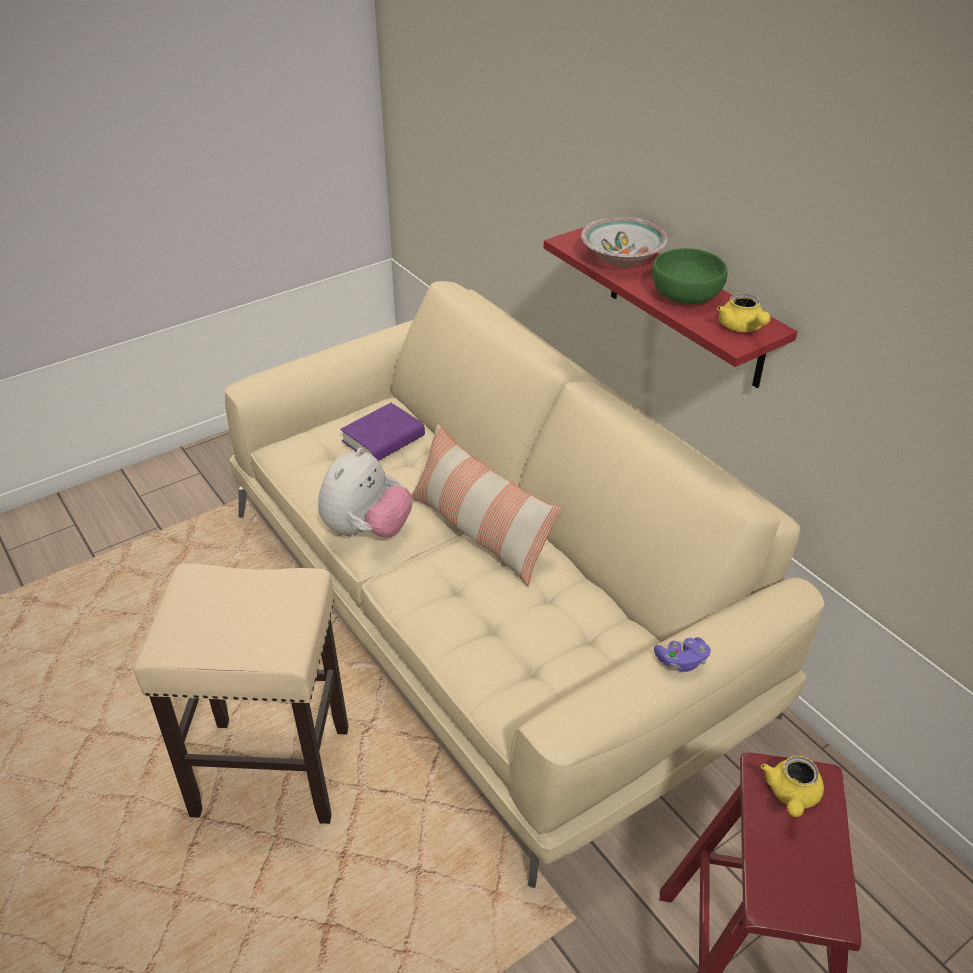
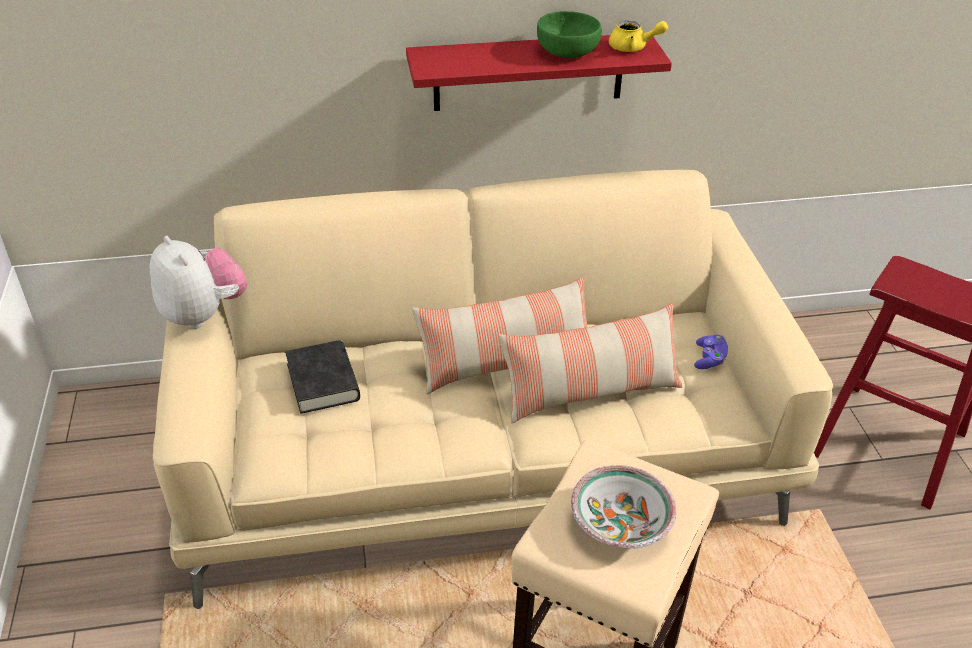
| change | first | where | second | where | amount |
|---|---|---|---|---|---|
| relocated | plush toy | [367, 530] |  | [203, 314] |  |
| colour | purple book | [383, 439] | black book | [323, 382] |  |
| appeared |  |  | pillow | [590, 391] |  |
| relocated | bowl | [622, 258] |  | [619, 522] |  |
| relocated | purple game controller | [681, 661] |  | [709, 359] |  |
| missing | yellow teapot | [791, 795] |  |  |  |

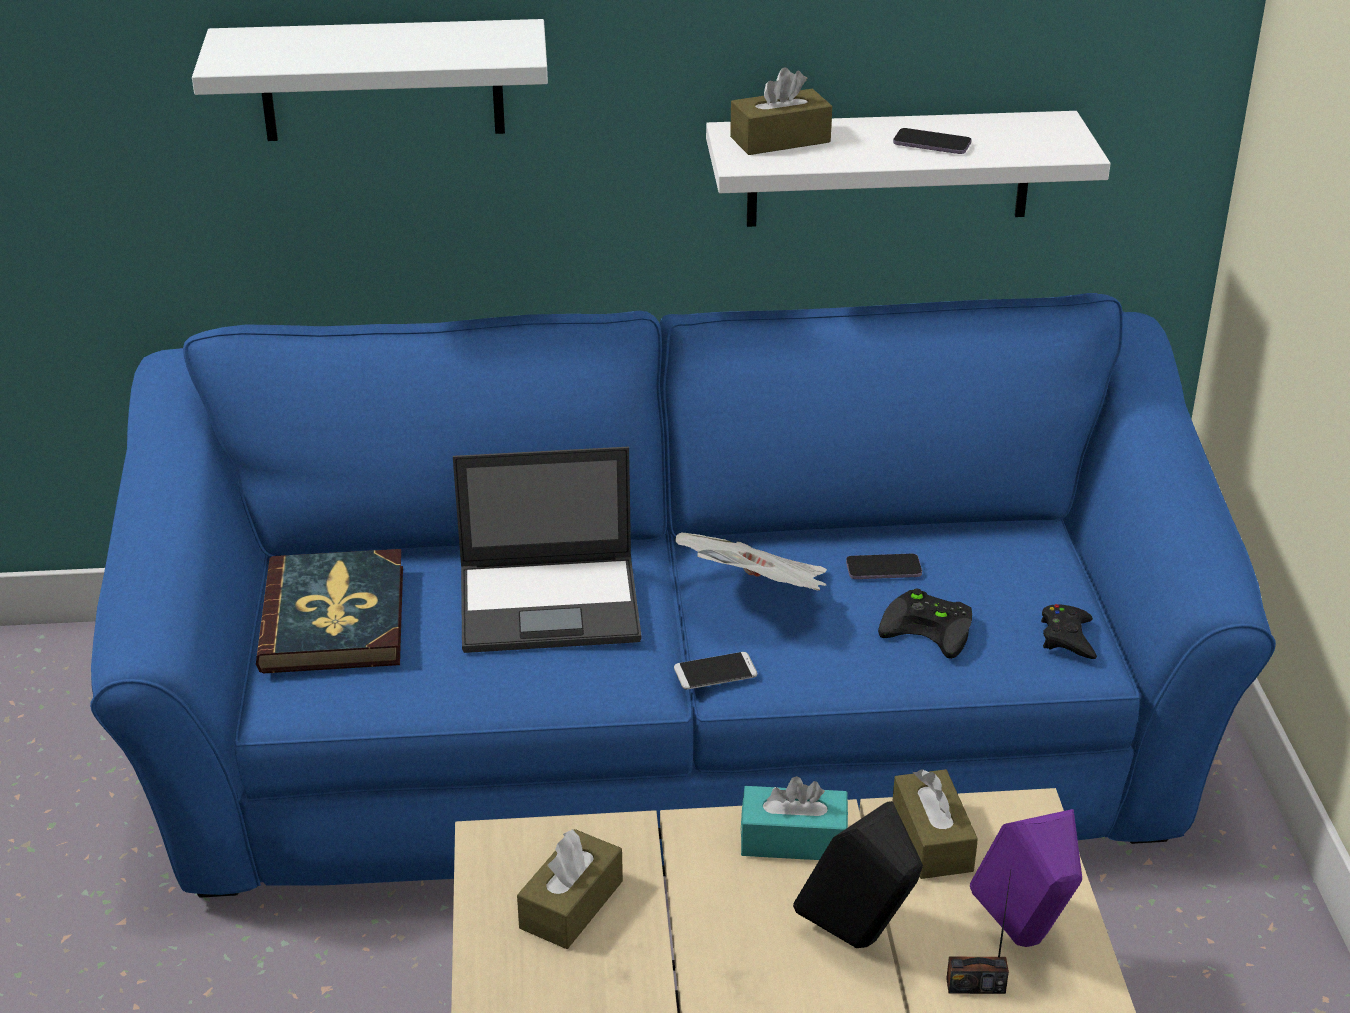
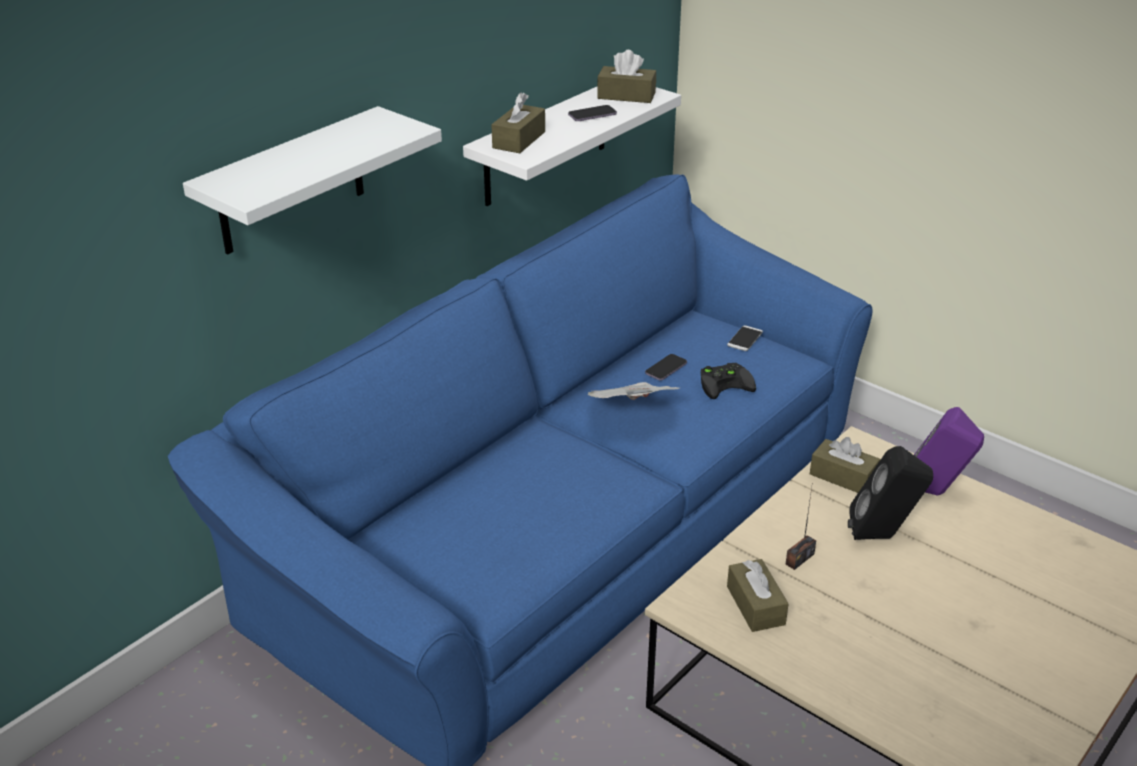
| change | first | where | second | where | amount |
|---|---|---|---|---|---|
| appeared |  |  | brown tissue box | [626, 95] |  |
| relocated | phone | [715, 672] |  | [745, 339] |  |
| relocated | radio | [975, 985] |  | [799, 559] |  |
| missing | book | [335, 618] |  |  |  |
| missing | laptop | [552, 604] |  |  |  |
| missing | turquoise tissue box | [793, 840] |  |  |  |
| missing | black game controller | [1067, 637] |  |  |  |

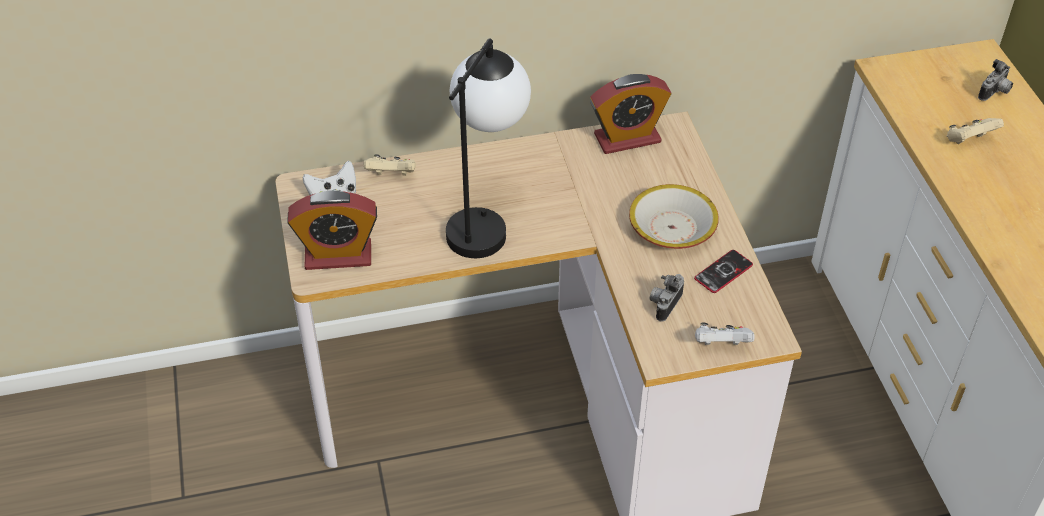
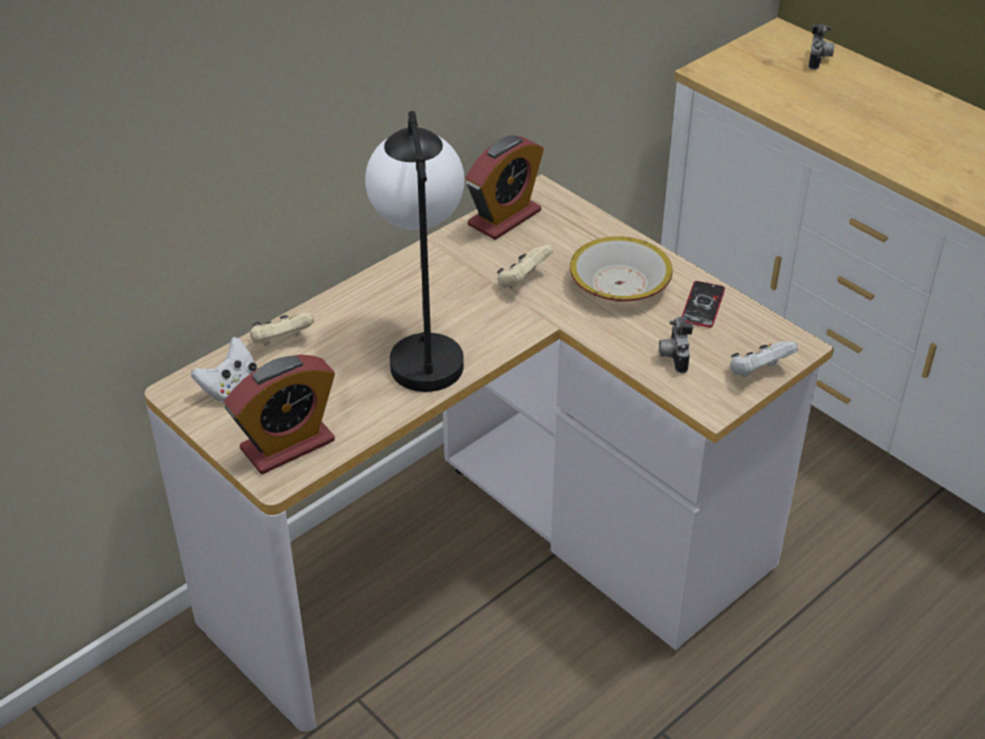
| change | first | where | second | where | amount |
|---|---|---|---|---|---|
| relocated | beige game controller | [969, 141] |  | [522, 281] |  |

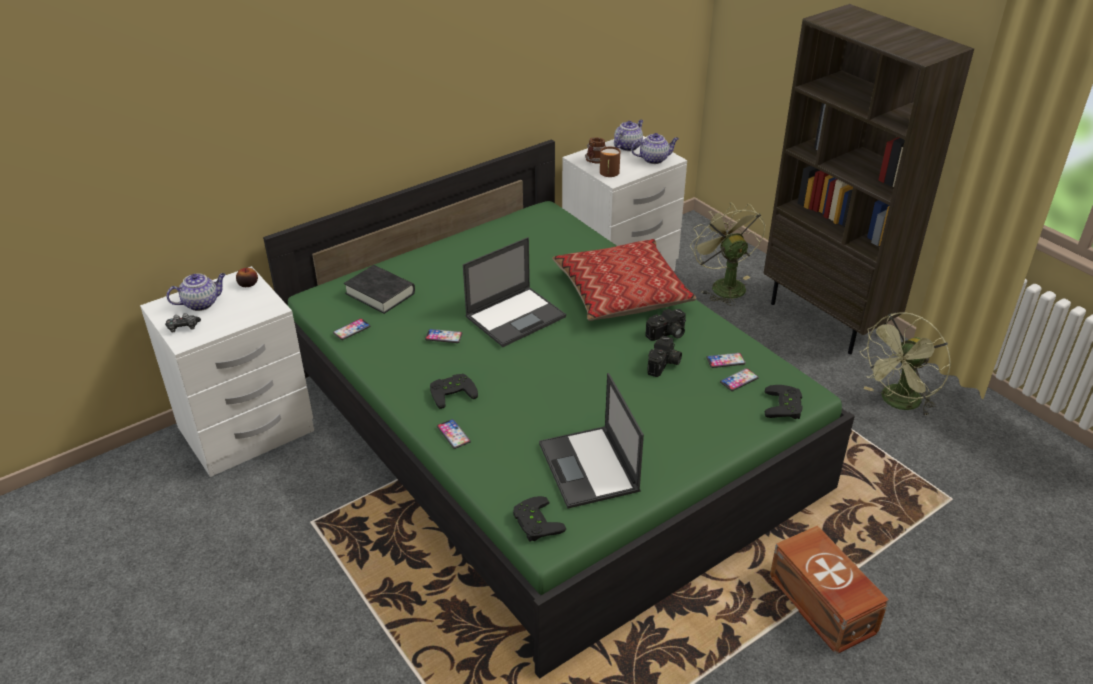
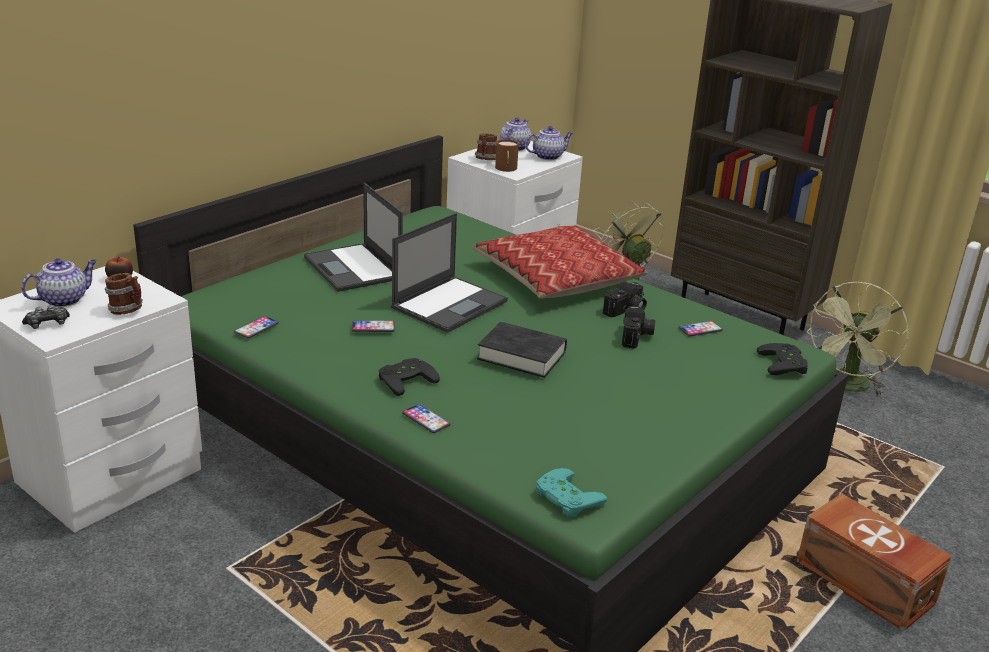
| change | first | where | second | where | amount |
|---|---|---|---|---|---|
| appeared |  |  | mug | [127, 311] |  |
| relocated | laptop | [589, 468] |  | [353, 268] |  |
| relocated | black book | [380, 293] |  | [521, 355] |  |
| colour | black game controller | [534, 523] | turquoise game controller | [565, 498] |  |
| missing | phone | [739, 380] |  |  |  |

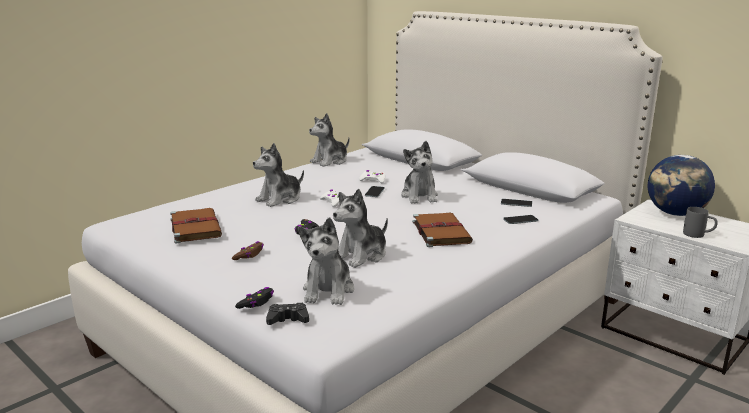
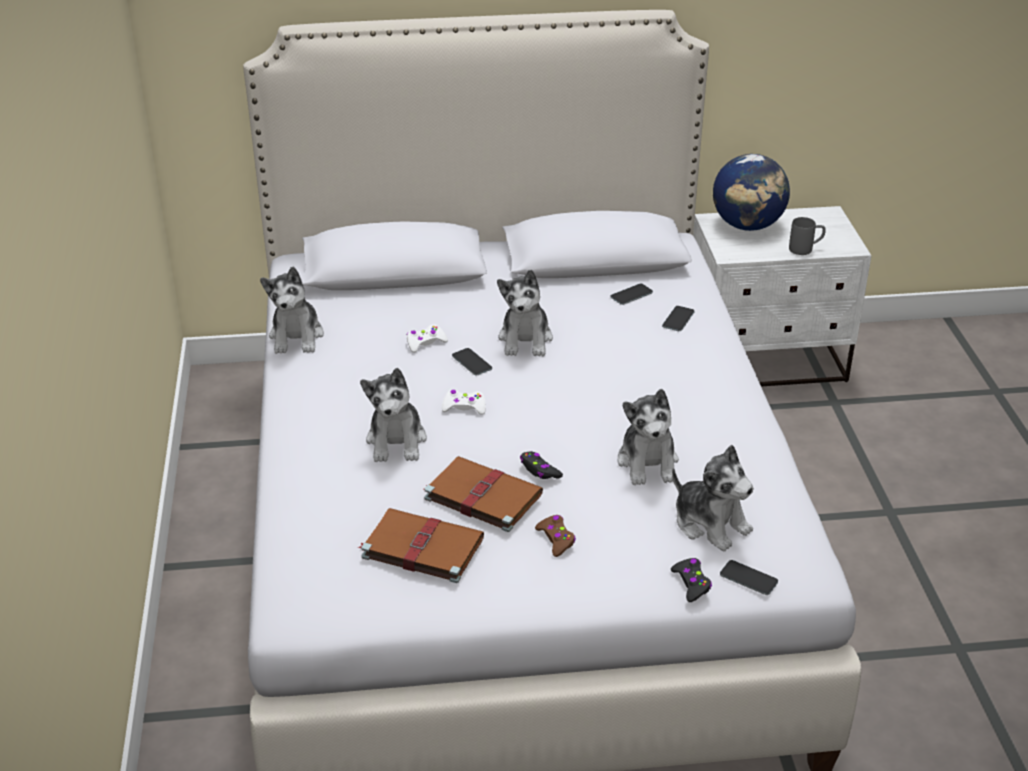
| change | first | where | second | where | amount |
|---|---|---|---|---|---|
| relocated | brown book | [440, 231] |  | [481, 496] |  |
| spun | plush toy | [420, 196] |  | [525, 339] | 60 degrees clockwise |
| exchanged | black game controller | [288, 319] | phone | [748, 578] |  |

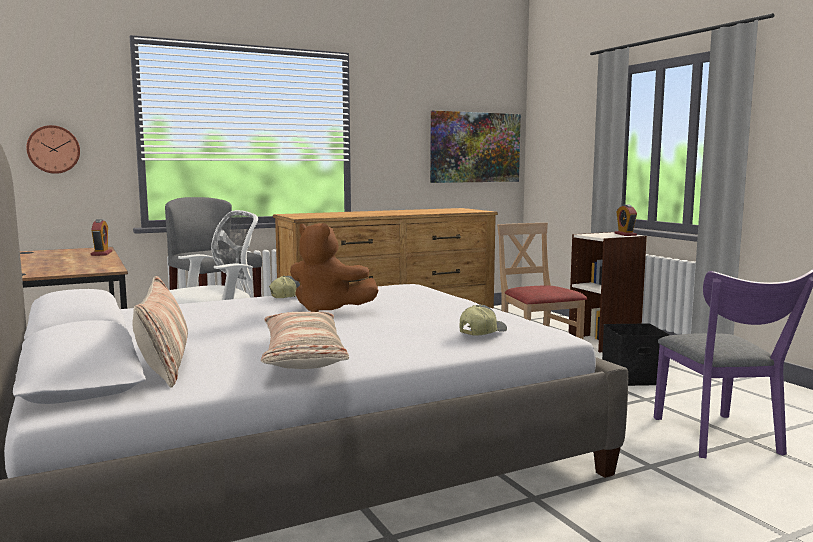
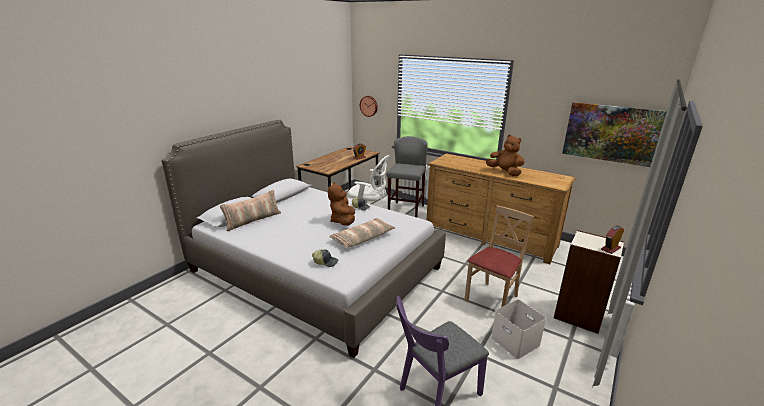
| change | first | where | second | where | amount |
|---|---|---|---|---|---|
| relocated | pillow | [302, 355] |  | [362, 238] |  |
| appeared |  |  | brown plush toy | [505, 172] |  |
| colour | black storage box | [633, 377] | white storage box | [516, 342] |  |

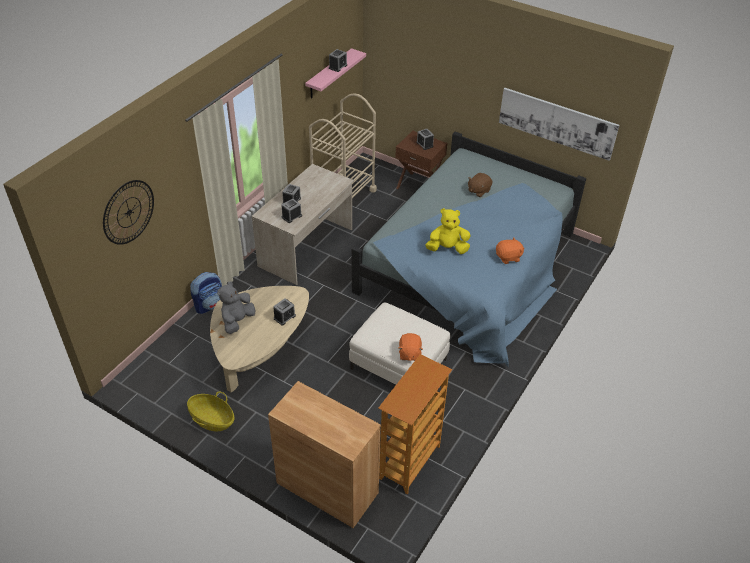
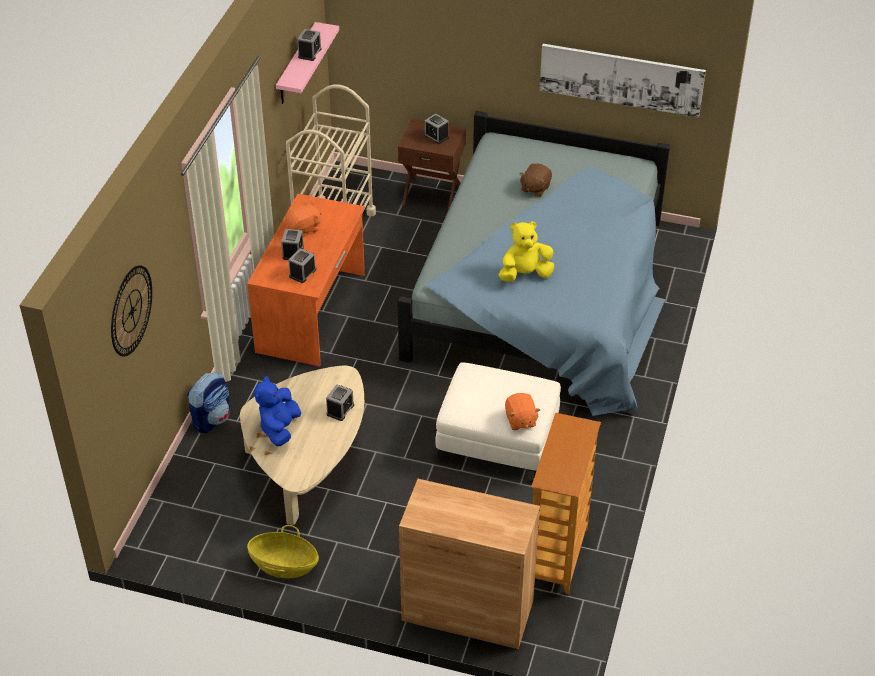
| change | first | where | second | where | amount |
|---|---|---|---|---|---|
| colour | beige desk | [306, 248] | orange desk | [312, 313] |  |
| colour | grey plush toy | [237, 321] | blue plush toy | [279, 428] |  |
| relocated | orange plush toy | [508, 257] |  | [304, 229] |  |

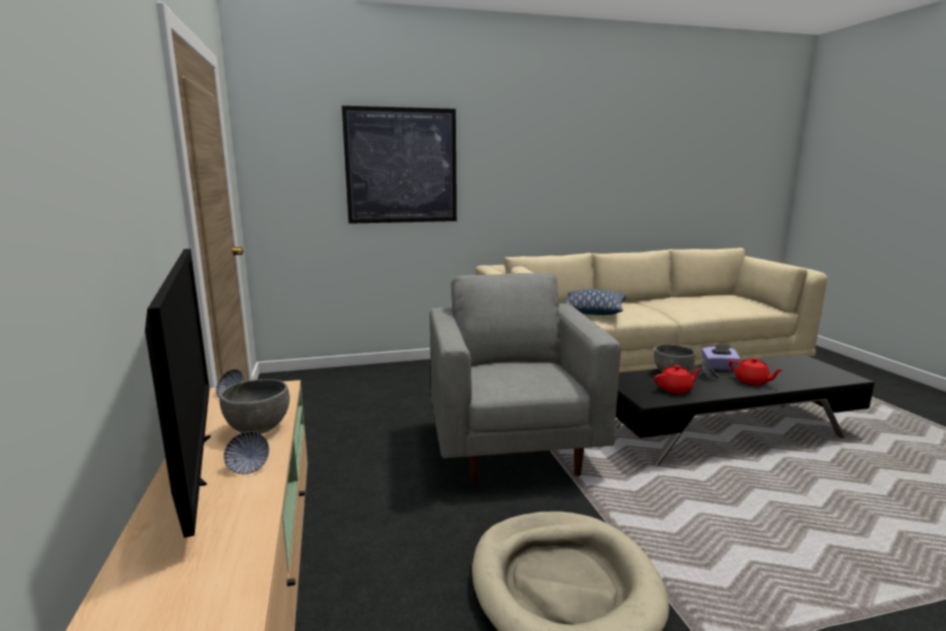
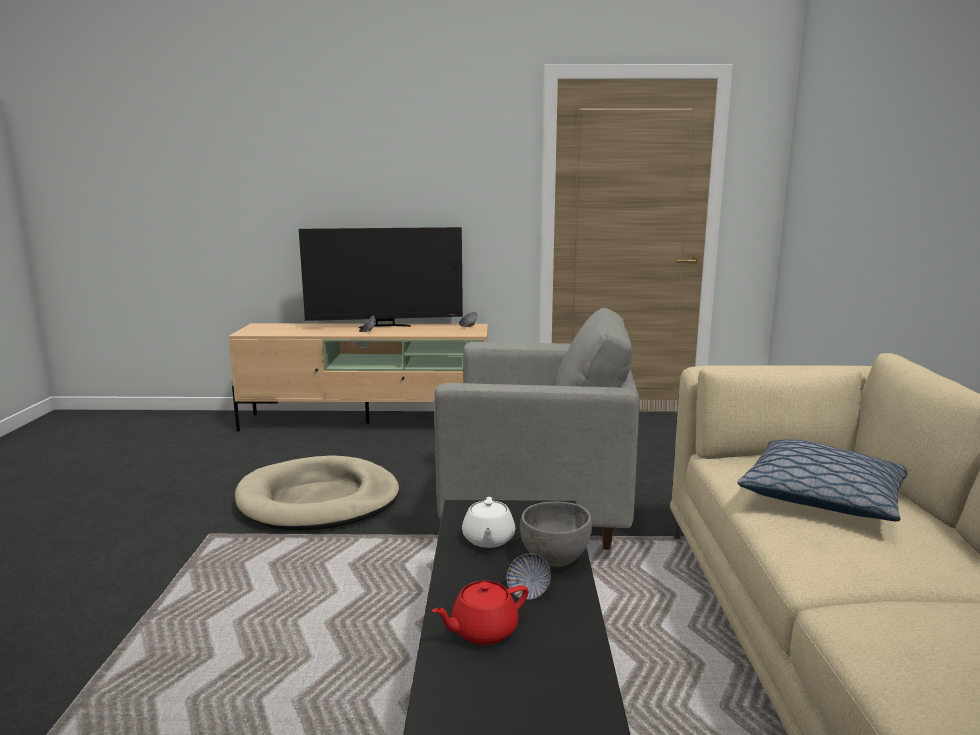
| change | first | where | second | where | amount |
|---|---|---|---|---|---|
| colour | red teapot | [675, 389] | white teapot | [488, 539] |  |
| missing | grey bowl | [258, 429] |  |  |  |
| missing | picture | [401, 166] |  |  |  |
| missing | purple tissue box | [719, 367] |  |  |  |

